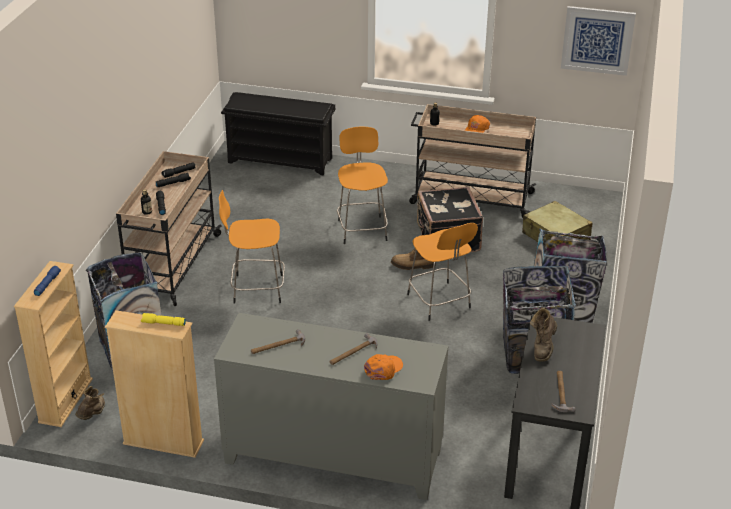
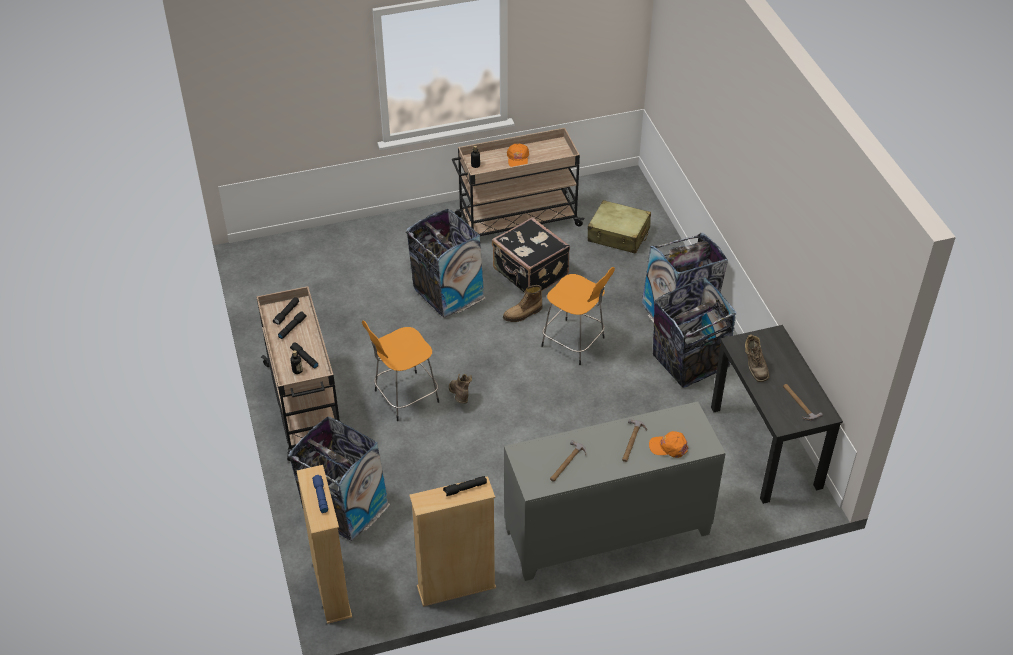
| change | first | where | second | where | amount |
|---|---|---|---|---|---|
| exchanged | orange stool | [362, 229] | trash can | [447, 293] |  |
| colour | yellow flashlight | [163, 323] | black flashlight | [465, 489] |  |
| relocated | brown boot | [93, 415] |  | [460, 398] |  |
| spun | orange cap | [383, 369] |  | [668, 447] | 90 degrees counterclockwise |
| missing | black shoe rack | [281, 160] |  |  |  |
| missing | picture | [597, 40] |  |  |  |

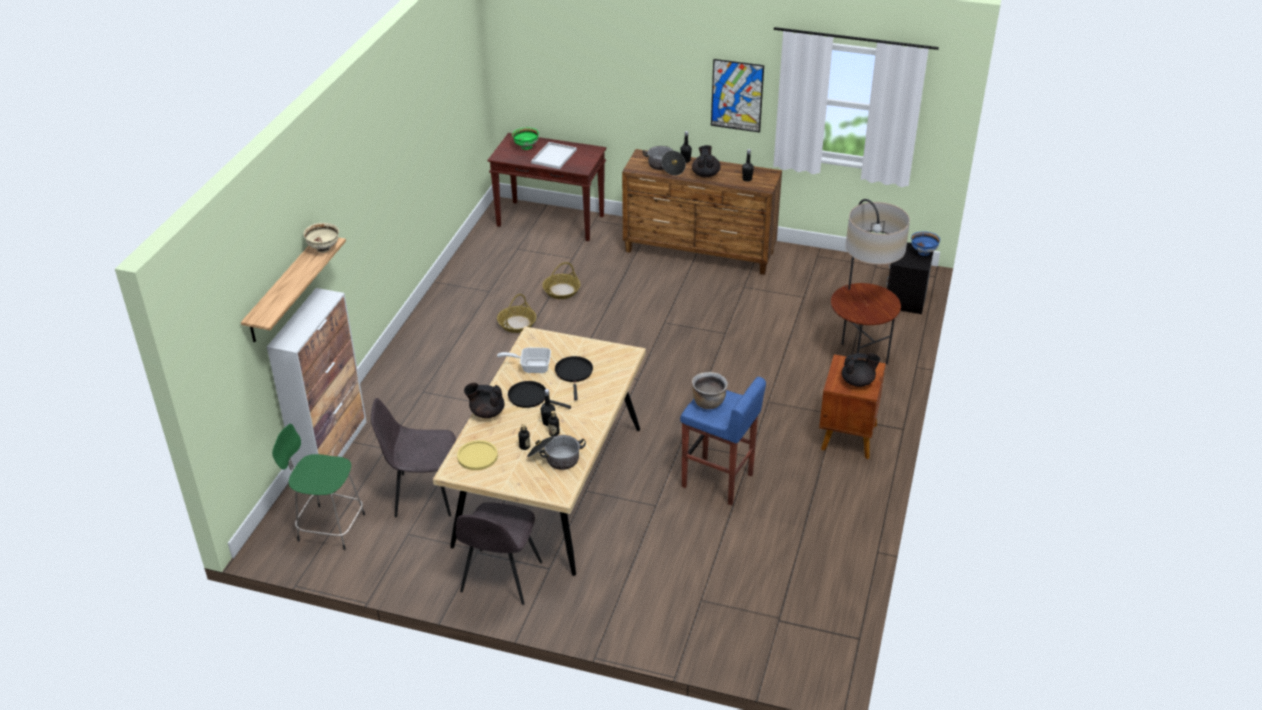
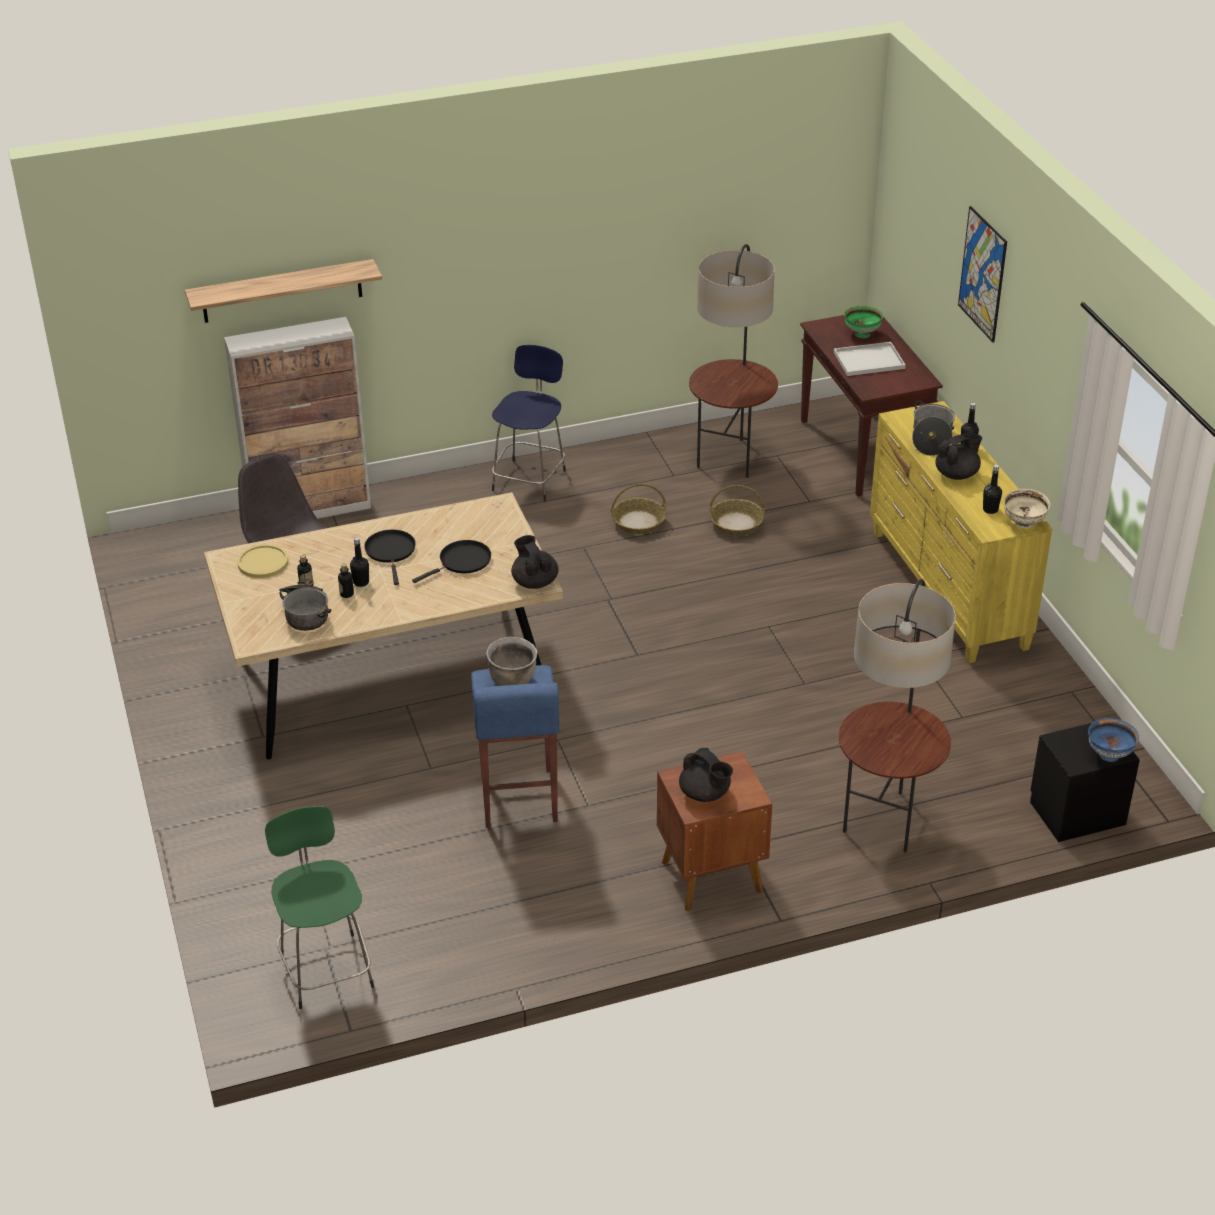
| change | first | where | second | where | amount |
|---|---|---|---|---|---|
| relocated | green stool | [329, 527] |  | [326, 968] |  |
| appeared |  |  | blue stool | [530, 479] |  |
| relocated | black teapot | [486, 412] |  | [534, 581] |  |
| appeared |  |  | floor lamp | [730, 458] |  |
| colour | brown dresser | [700, 252] | yellow dresser | [947, 590] |  |
| relocated | picture | [737, 95] |  | [982, 274] |  |
| relocated | beige bowl | [324, 249] |  | [1024, 523] |  |
| missing | grey chair | [500, 578] |  |  |  |
| missing | frying pan | [531, 367] |  |  |  |

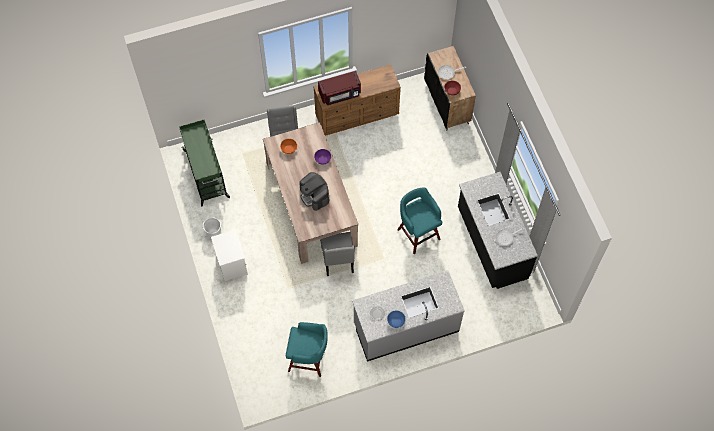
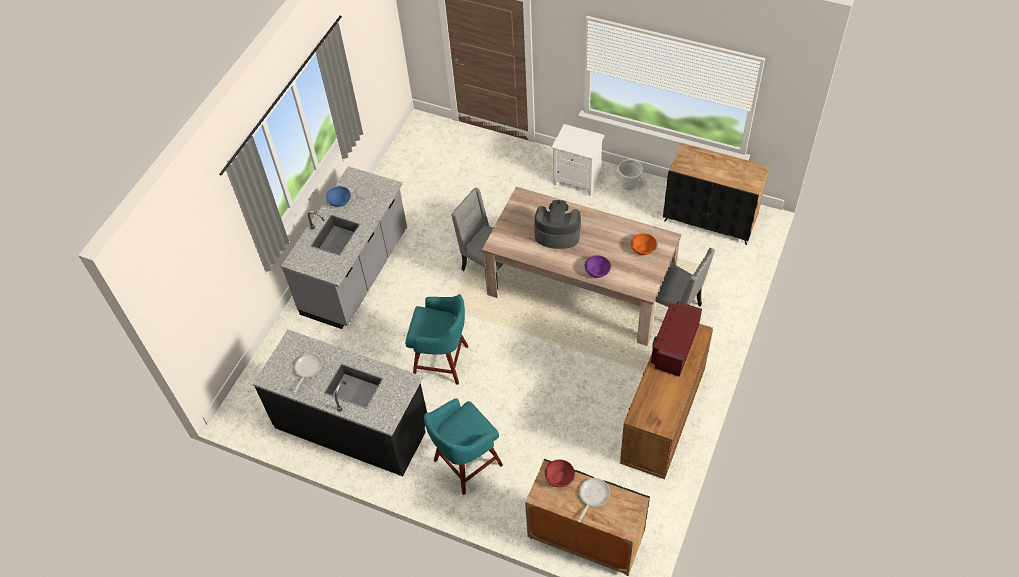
| change | first | where | second | where | amount |
|---|---|---|---|---|---|
| relocated | turquoise stool | [309, 359] |  | [466, 464] |  |
| exchanged | green cart | [206, 174] | black cabinet | [710, 220] |  |

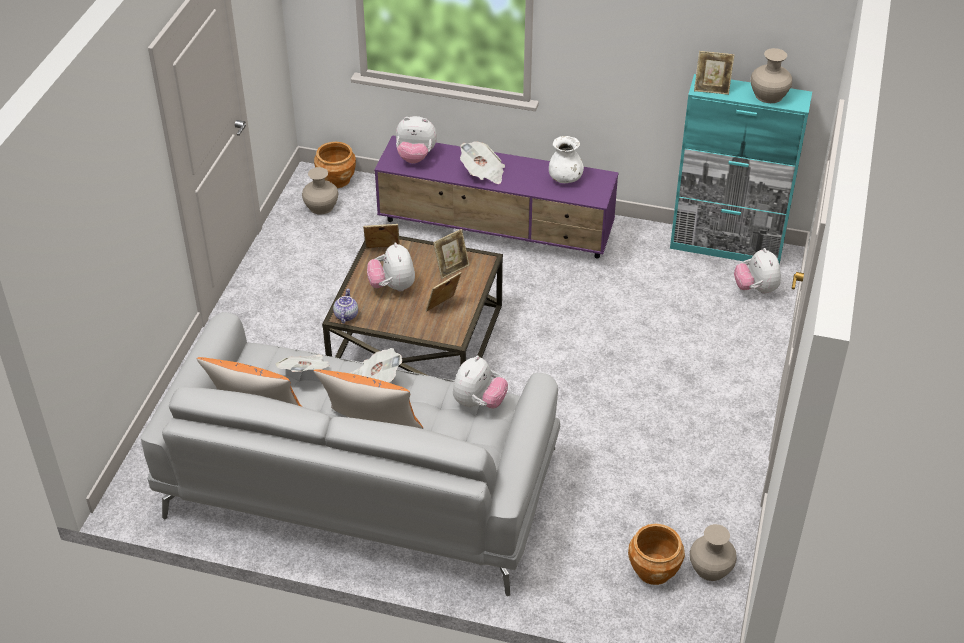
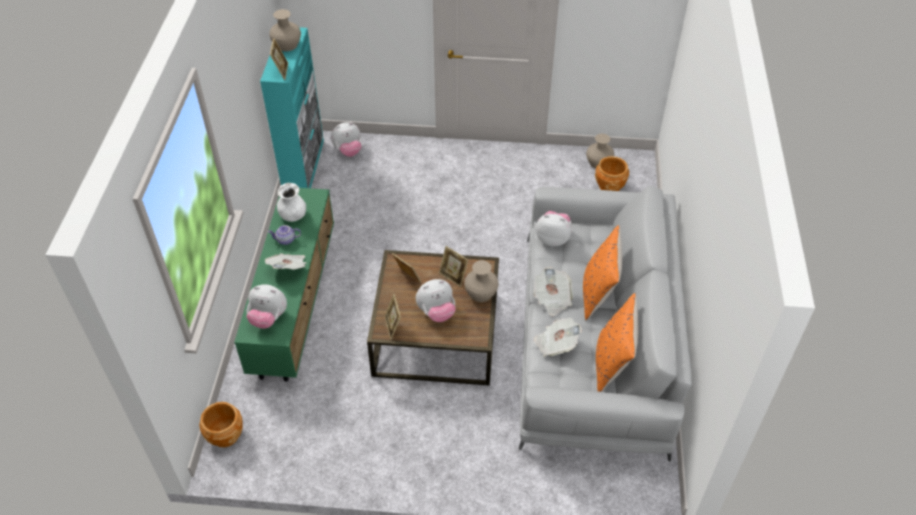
| change | first | where | second | where | amount |
|---|---|---|---|---|---|
| colour | purple tv stand | [496, 230] | green tv stand | [295, 301] |  |
| spun | plush toy | [415, 157] |  | [268, 318] | 105 degrees clockwise |
| relocated | teapot | [345, 315] |  | [285, 240] |  |
| relocated | beige vase | [321, 206] |  | [481, 293] |  |

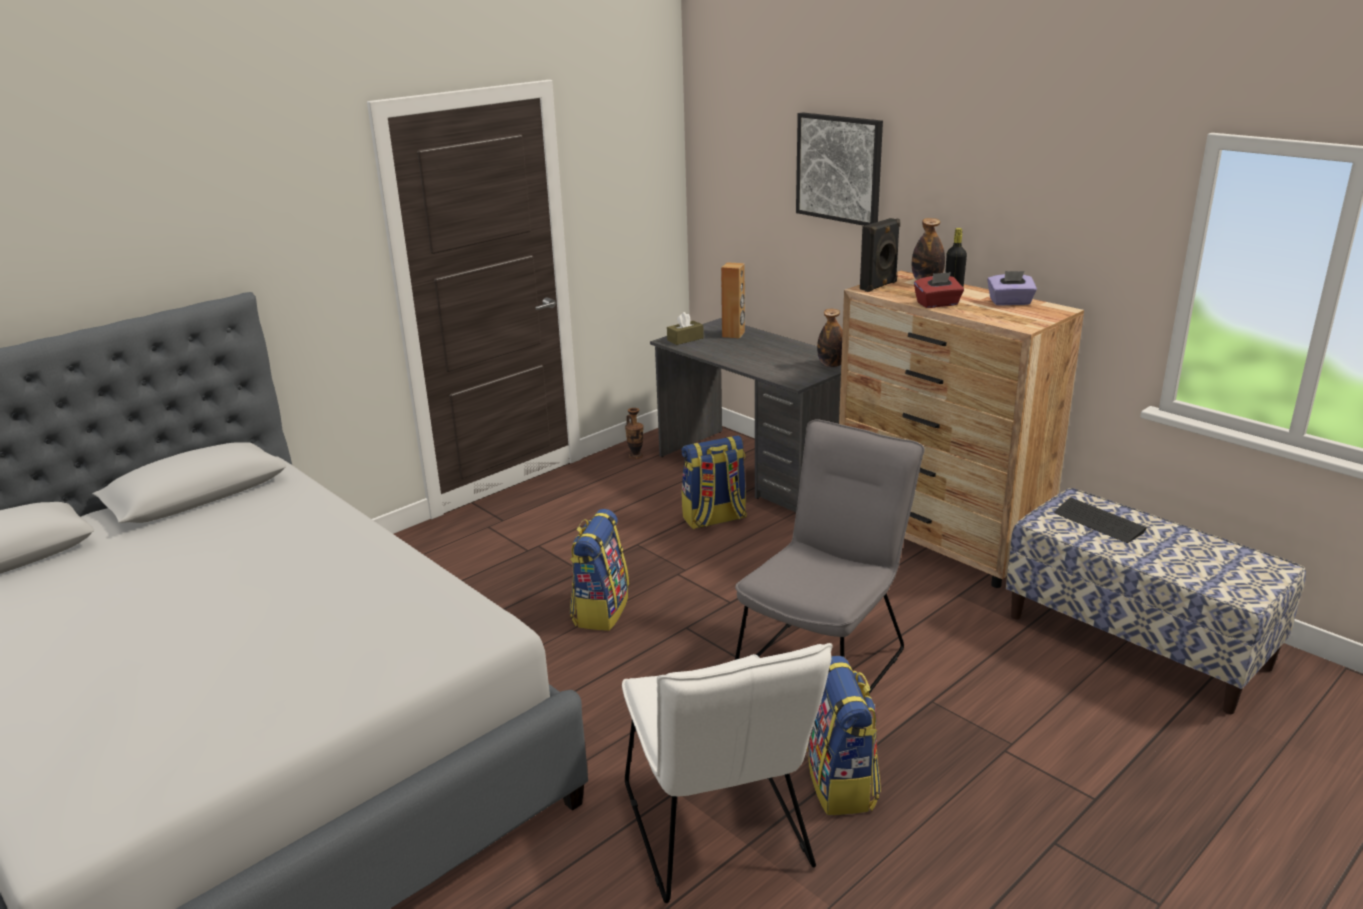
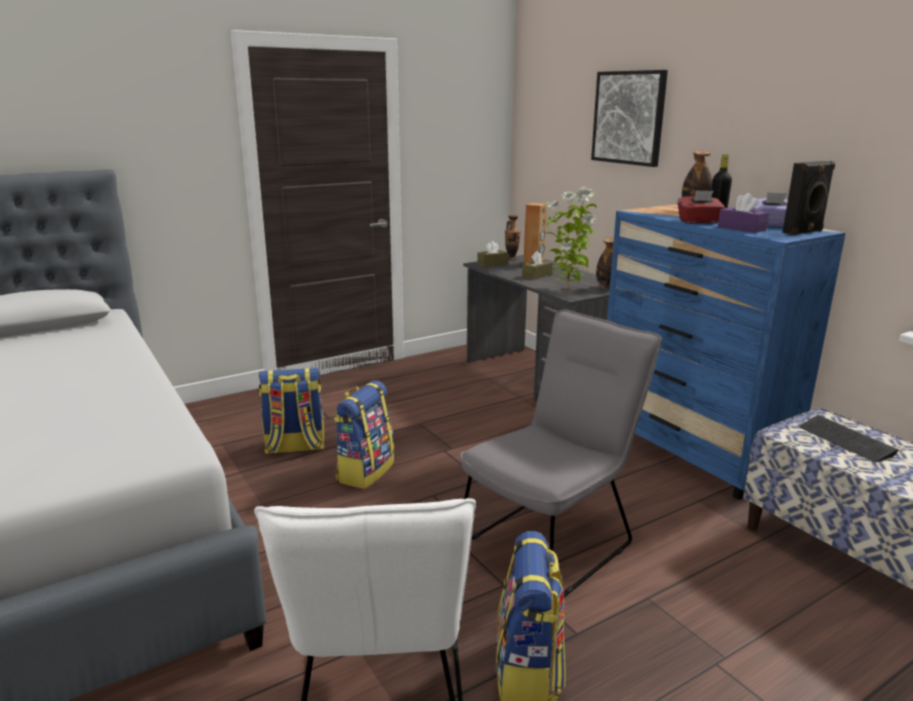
| change | first | where | second | where | amount |
|---|---|---|---|---|---|
| relocated | backpack | [714, 519] |  | [294, 447] |  |
| relocated | vase | [635, 456] |  | [511, 259] |  |
| appeared |  |  | brown tissue box | [536, 275] |  |
| appeared |  |  | potted plant | [568, 289] |  |
| colour | brown dresser | [939, 540] | blue dresser | [690, 451] |  |
| appeared |  |  | purple tissue box | [741, 228] |  |
| relocated | black speaker | [879, 286] |  | [803, 232] |  |

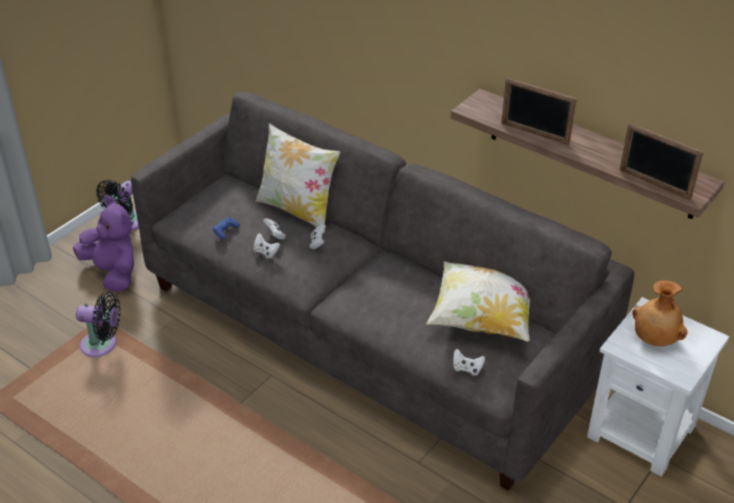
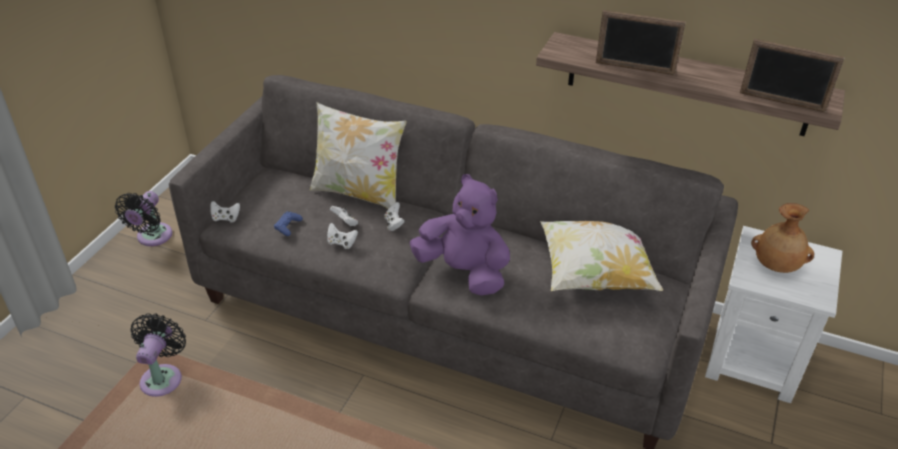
| change | first | where | second | where | amount |
|---|---|---|---|---|---|
| spun | black fan | [102, 345] |  | [163, 377] | 75 degrees counterclockwise |
| relocated | white game controller | [467, 369] |  | [226, 218] |  |
| relocated | purple plush toy | [113, 273] |  | [463, 272] |  |

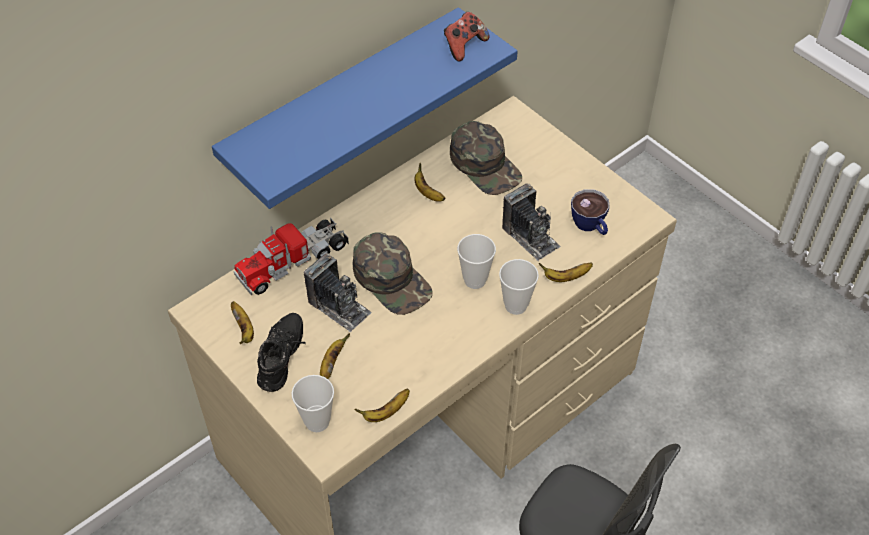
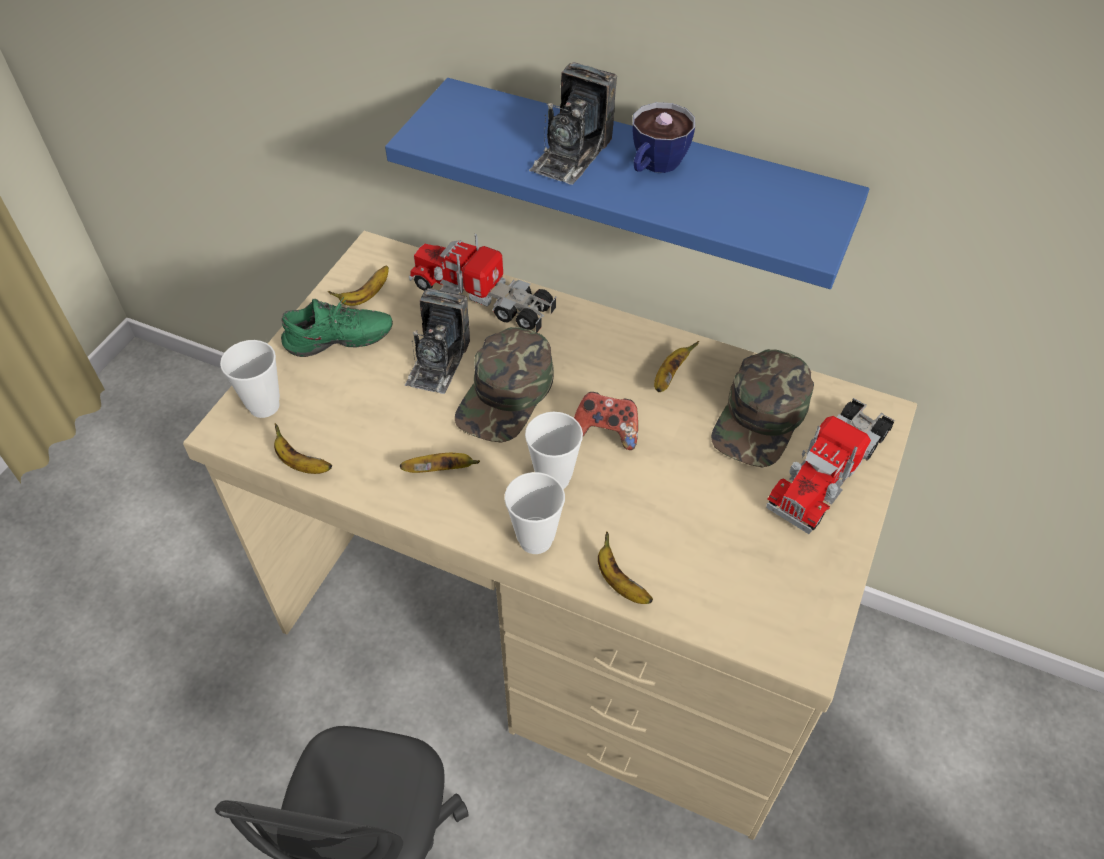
| change | first | where | second | where | amount |
|---|---|---|---|---|---|
| colour | black shoe | [284, 359] | green shoe | [339, 344] |  |
| relocated | banana | [331, 364] |  | [440, 470] |  |
| relocated | photo camera | [530, 236] |  | [572, 154] |  |
| relocated | game controller | [464, 46] |  | [606, 431] |  |
| relocated | cup | [590, 226] |  | [654, 166] |  |
| appeared |  |  | toy truck | [829, 470] |  |

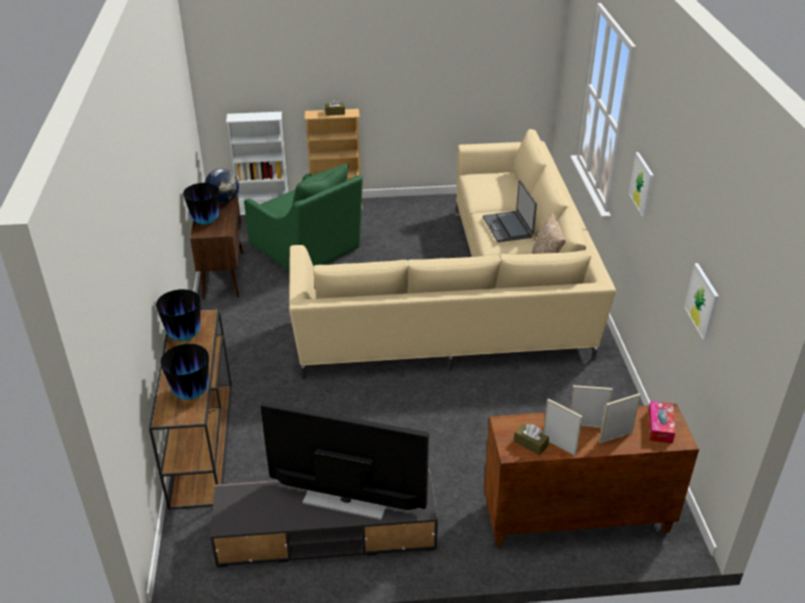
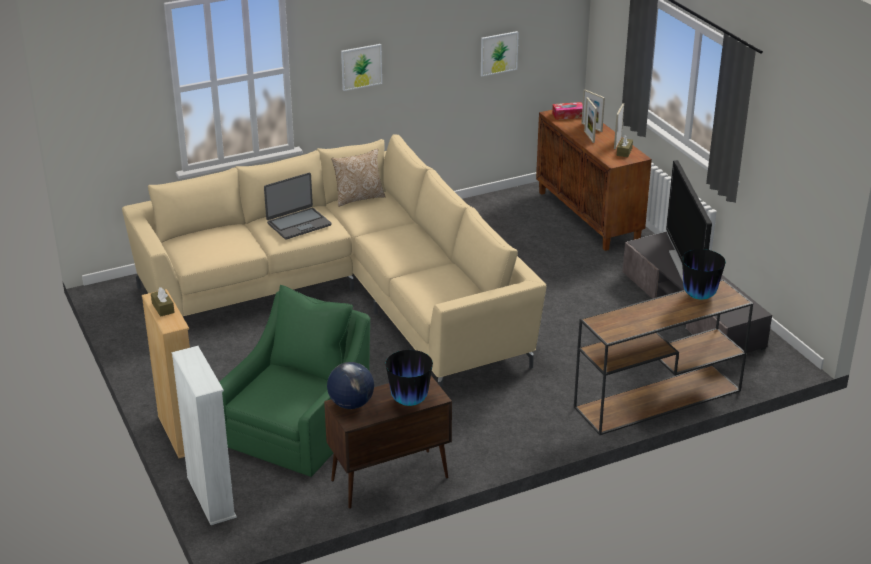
| change | first | where | second | where | amount |
|---|---|---|---|---|---|
| missing | vase | [184, 336] |  |  |  |

